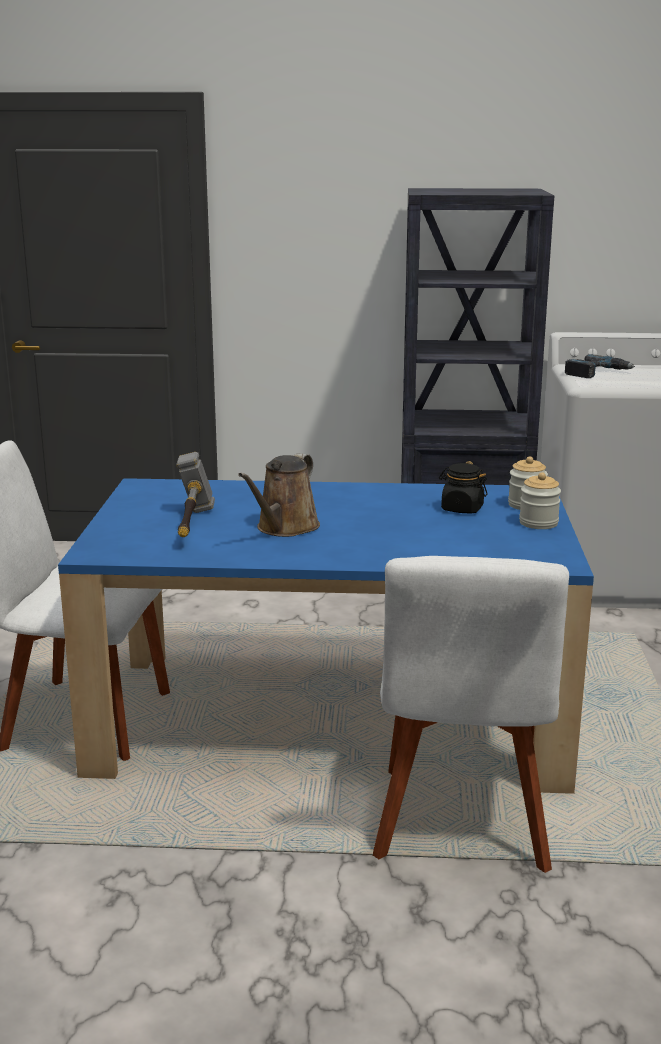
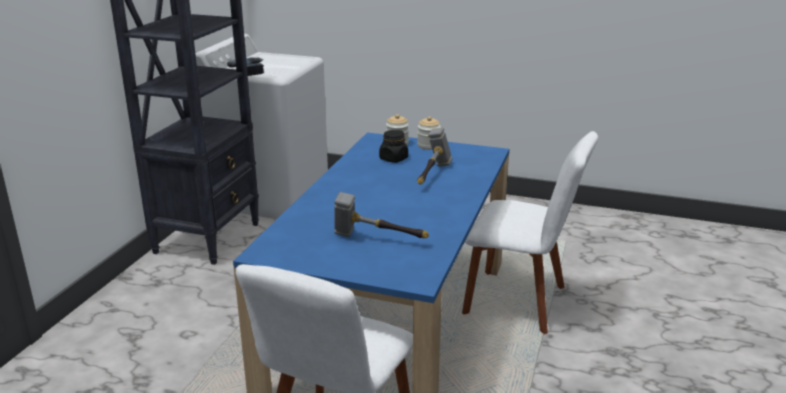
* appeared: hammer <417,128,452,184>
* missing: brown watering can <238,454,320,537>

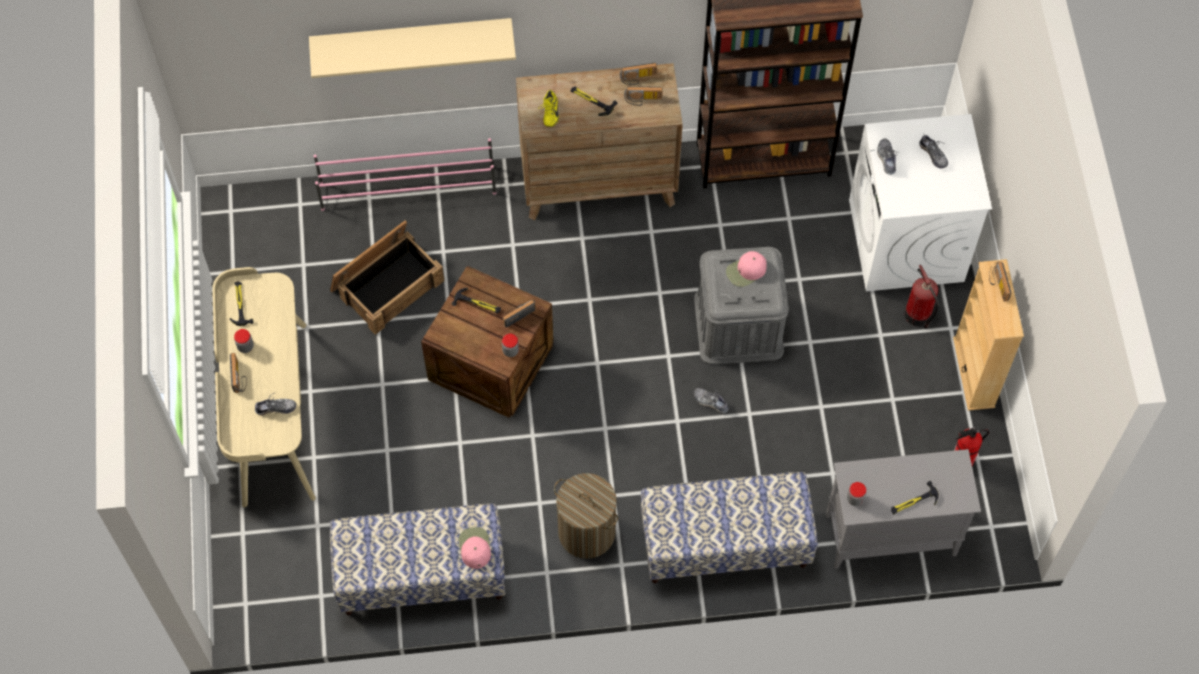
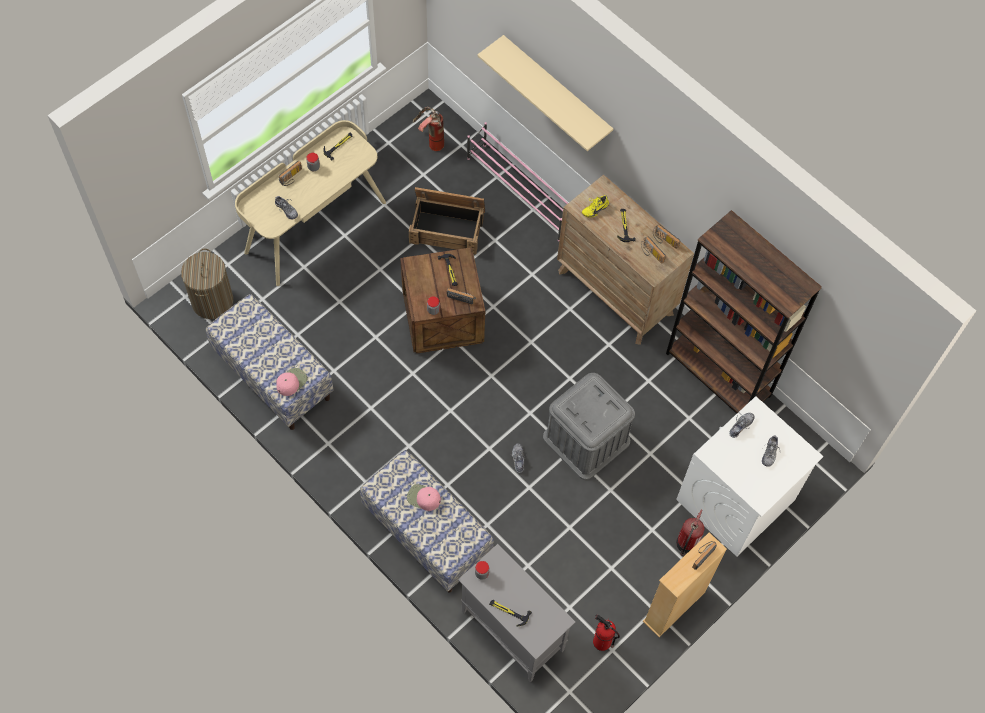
* relocated: laundry basket <554,473,618,559> to <181,248,233,319>
* relocated: pink cap <726,251,767,287> to <407,484,441,511>
* appeared: fire extinguisher <413,107,444,151>

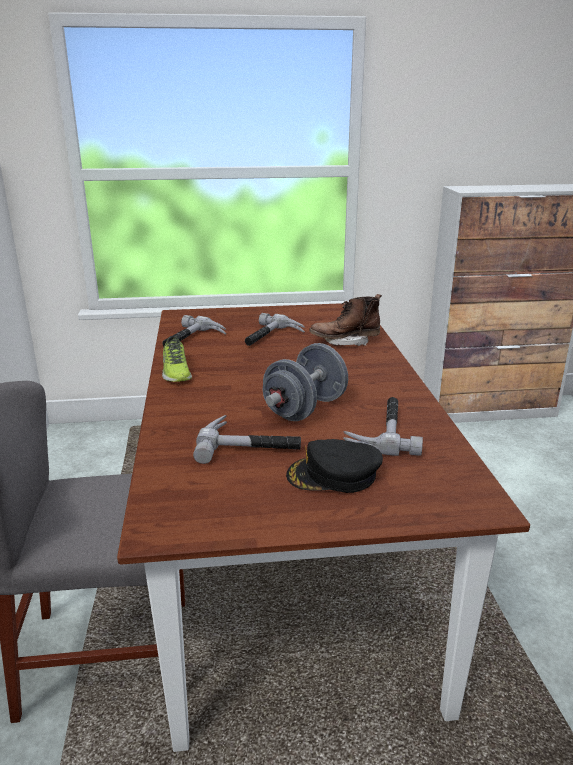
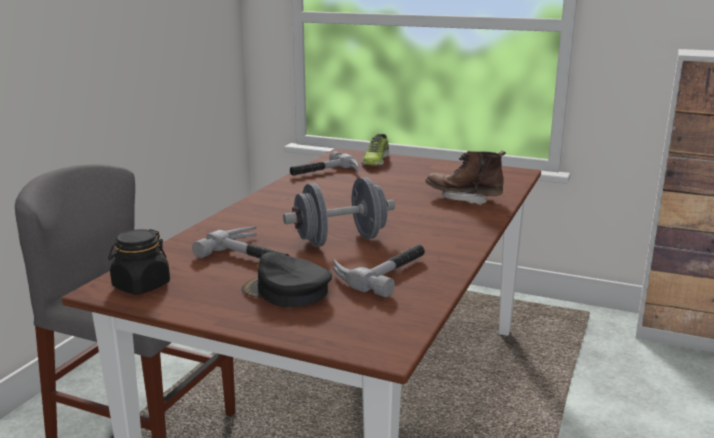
* appeared: black jar <108,229,170,295>
* relocated: shoe <162,336,192,382> to <361,134,389,166>
* missing: hammer <245,313,305,346>

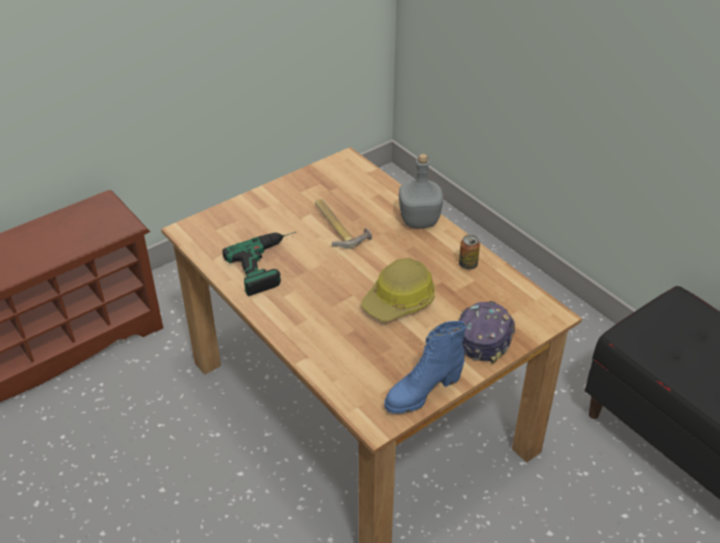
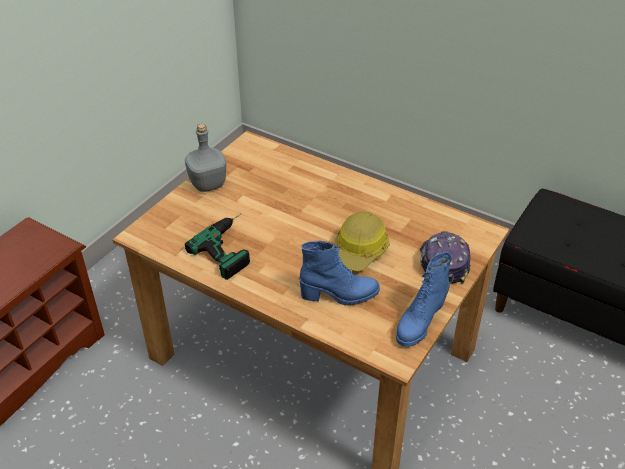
* relocated: grey bottle <399,154,443,228> to <185,124,226,192>
* appeared: blue boot <300,240,380,306>
* missing: hammer <315,199,372,249>
* missing: can <459,235,480,270>

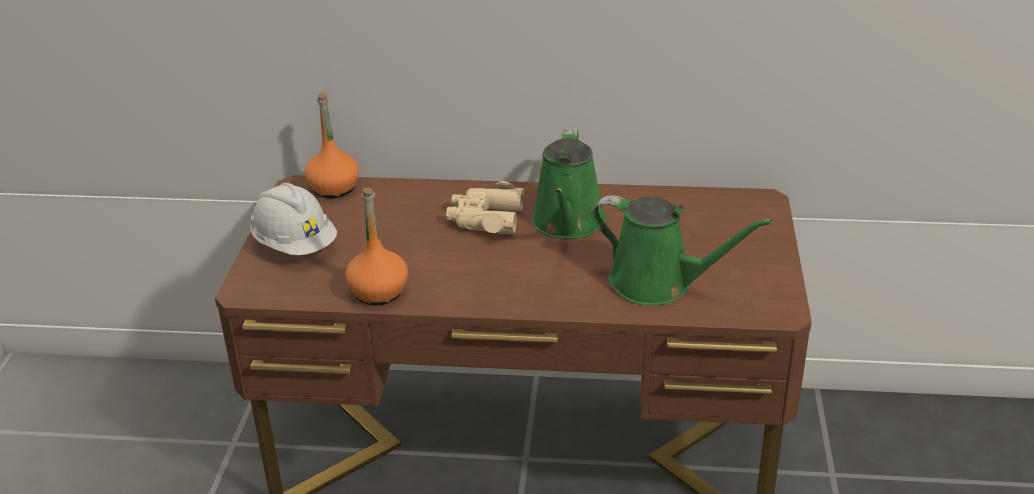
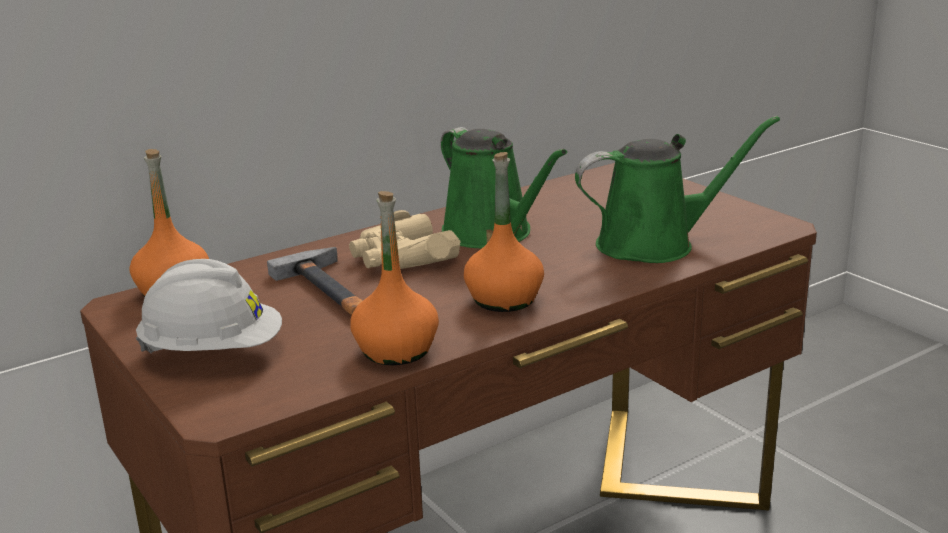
* appeared: hammer <267,247,363,315>
* appeared: orange bottle <464,152,544,312>

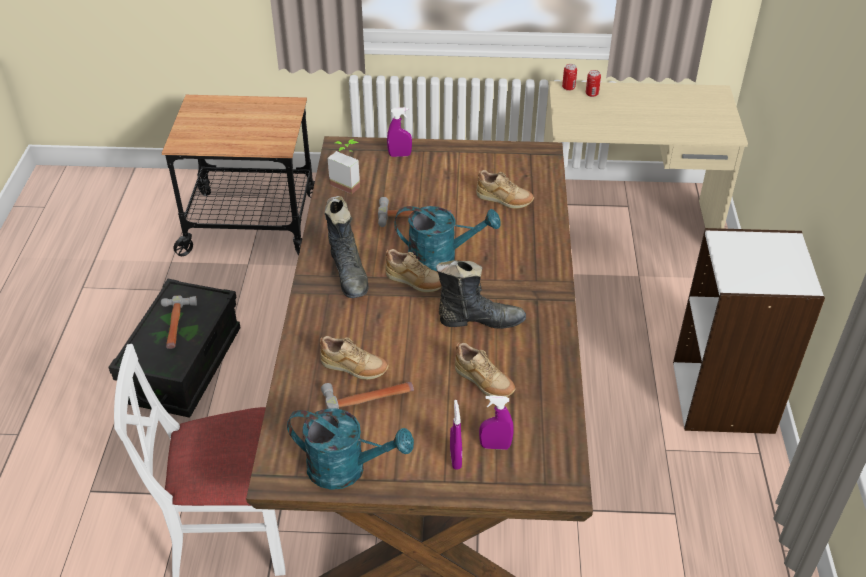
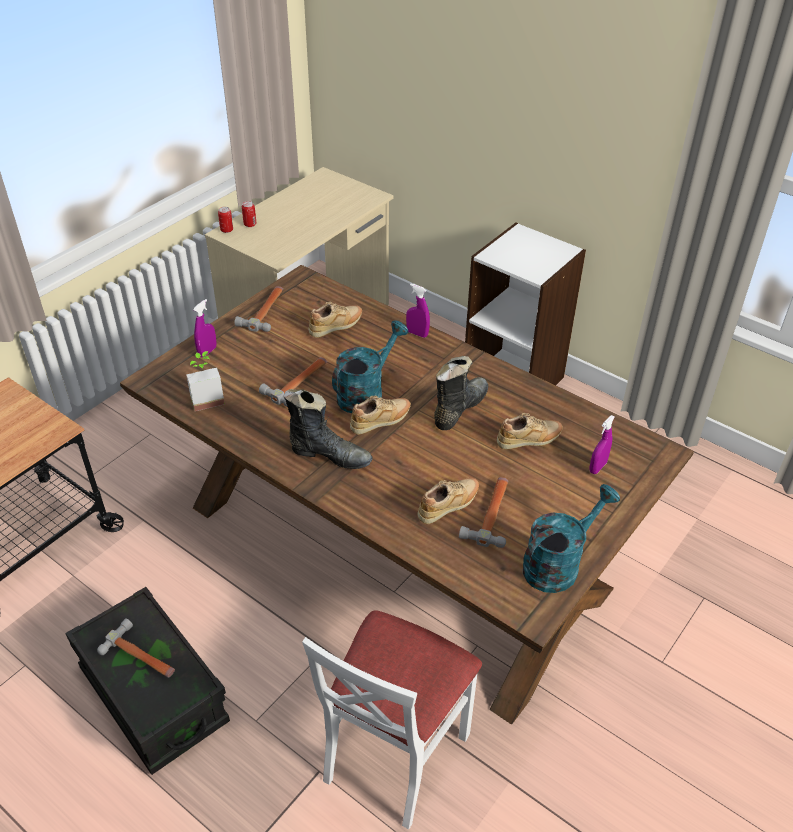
* appeared: hammer <235,286,283,332>
* relocated: purple spray bottle <450,400,462,470> to <406,283,430,338>

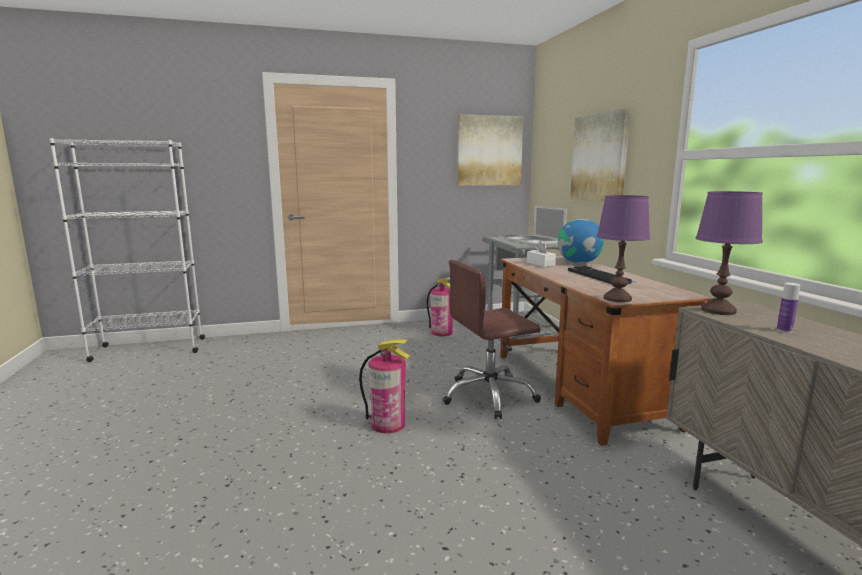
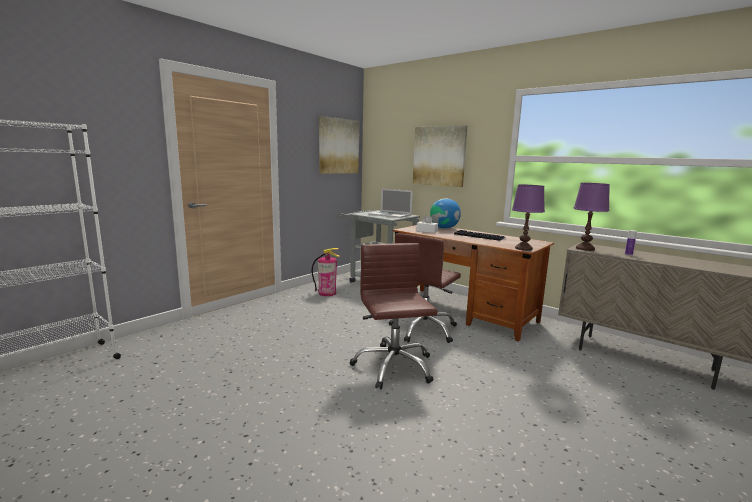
* exchanged: fire extinguisher <359,340,410,433> to brown office chair <350,243,438,389>

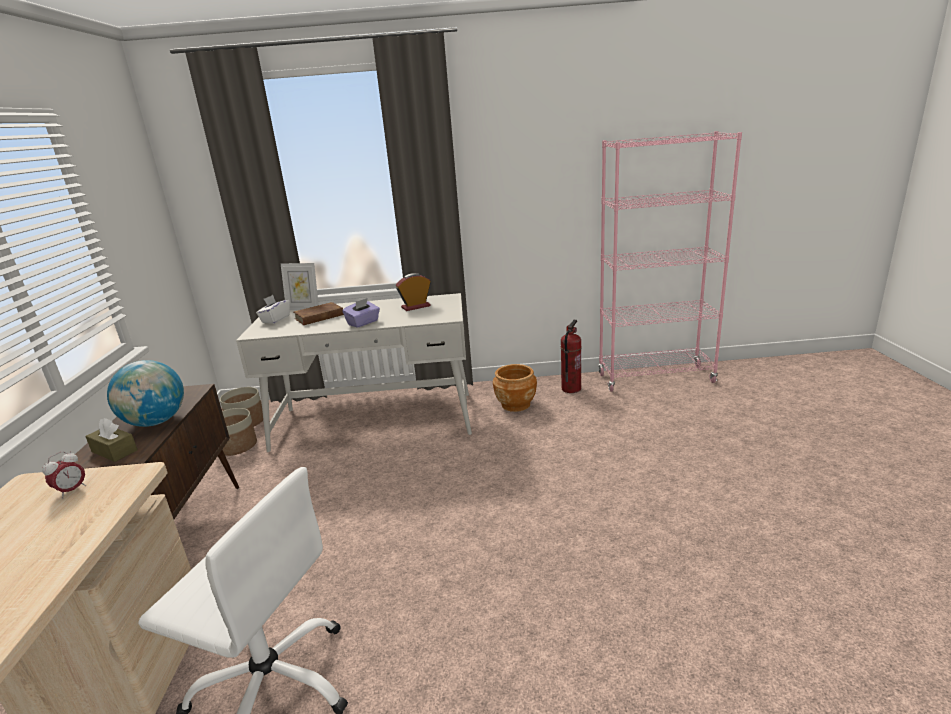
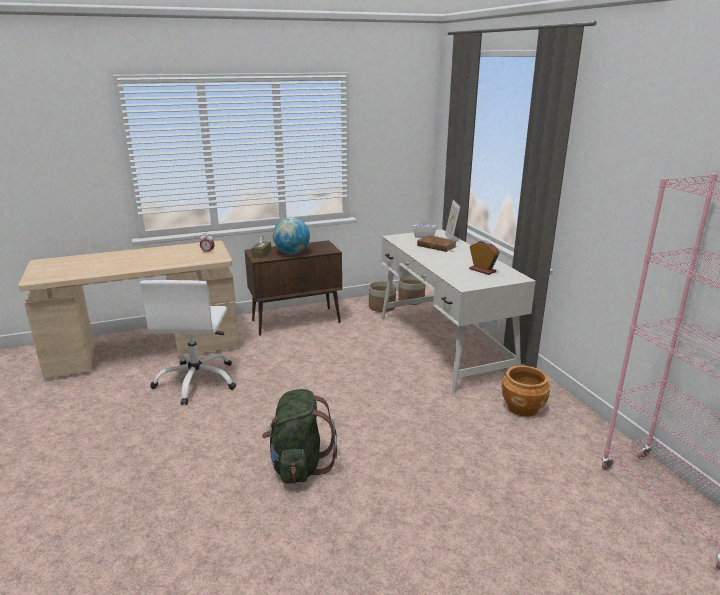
* appeared: green backpack <262,389,337,484>
* missing: purple tissue box <342,298,380,328>
* missing: fire extinguisher <561,320,582,393>

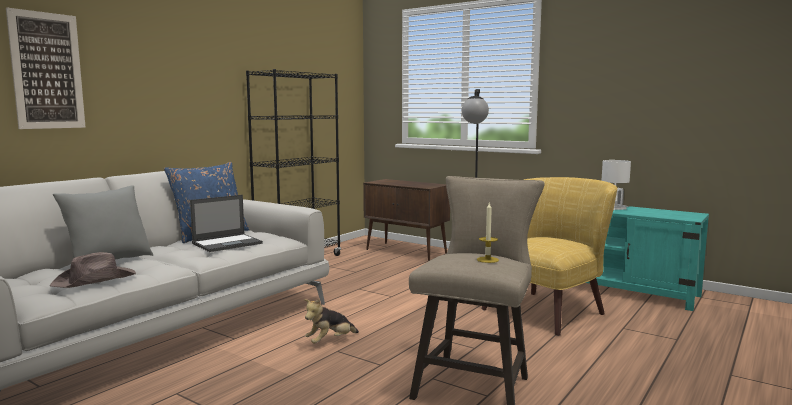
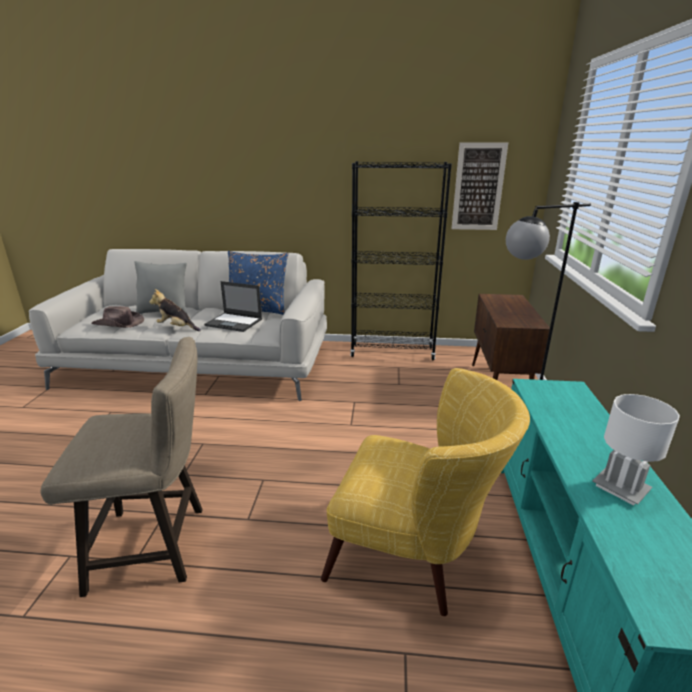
* relocated: plush toy <304,299,359,344> to <149,289,201,331>
* relocated: picture <6,7,85,129> to <452,143,508,230>
* missing: candle <477,203,499,263>

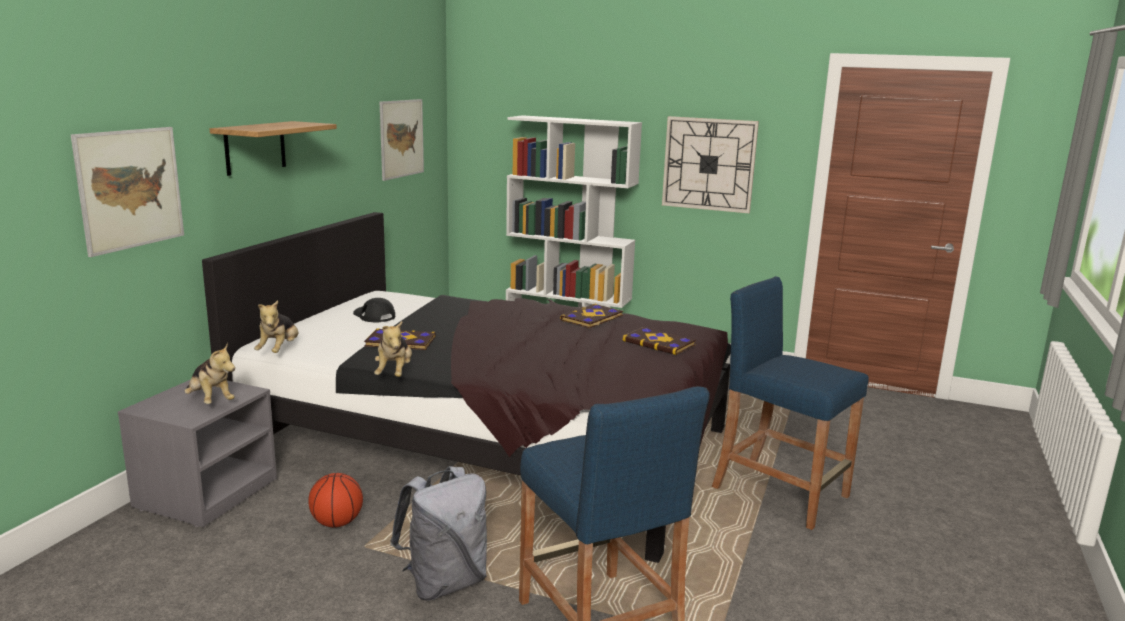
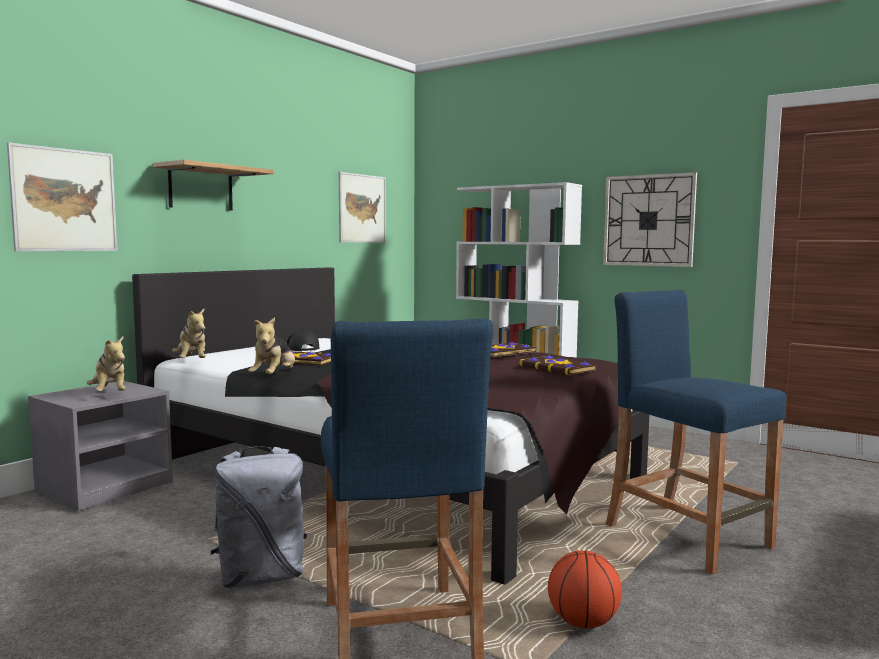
* spun: plush toy <254,301,298,353> = <172,309,206,358> 45 degrees counterclockwise
* relocated: basketball <308,473,363,528> to <548,550,622,629>

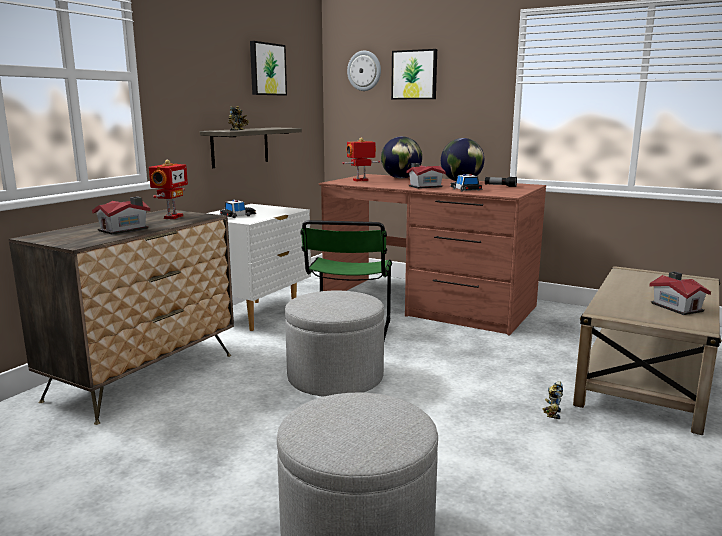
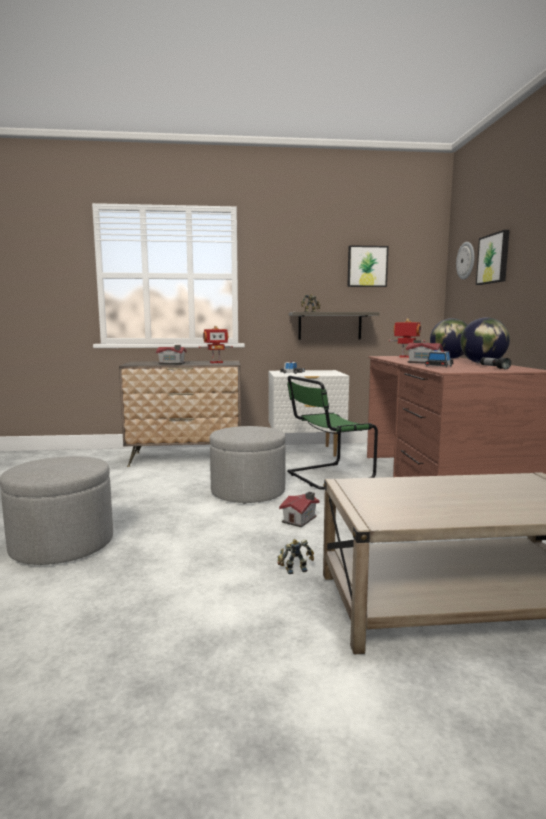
* relocated: toy house <649,272,711,315> to <279,492,320,527>

